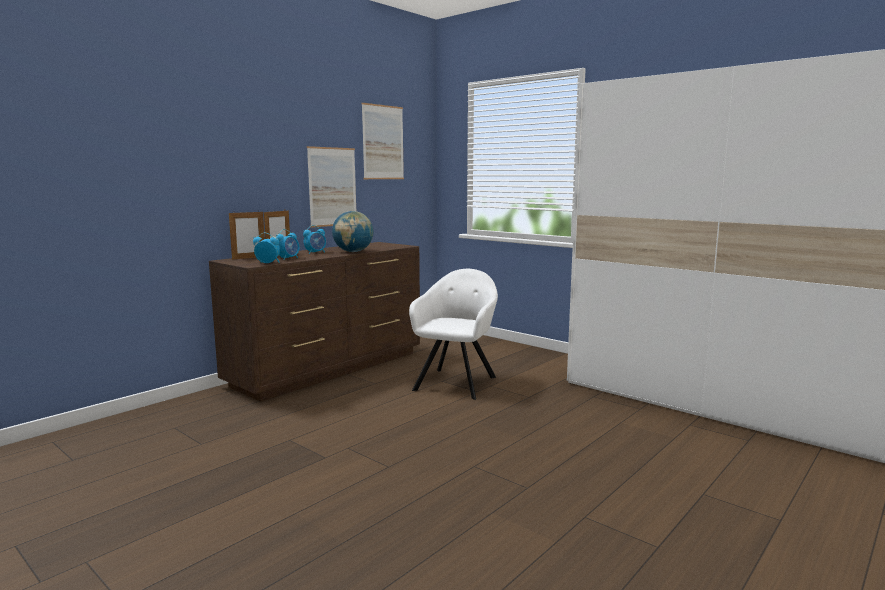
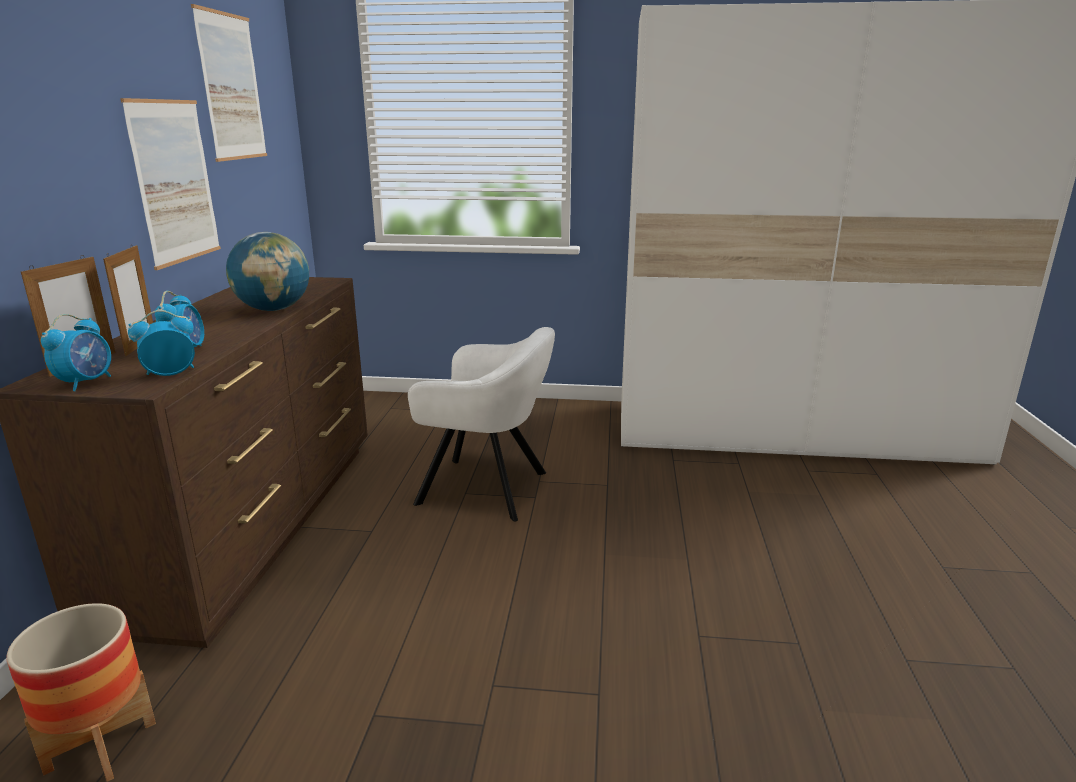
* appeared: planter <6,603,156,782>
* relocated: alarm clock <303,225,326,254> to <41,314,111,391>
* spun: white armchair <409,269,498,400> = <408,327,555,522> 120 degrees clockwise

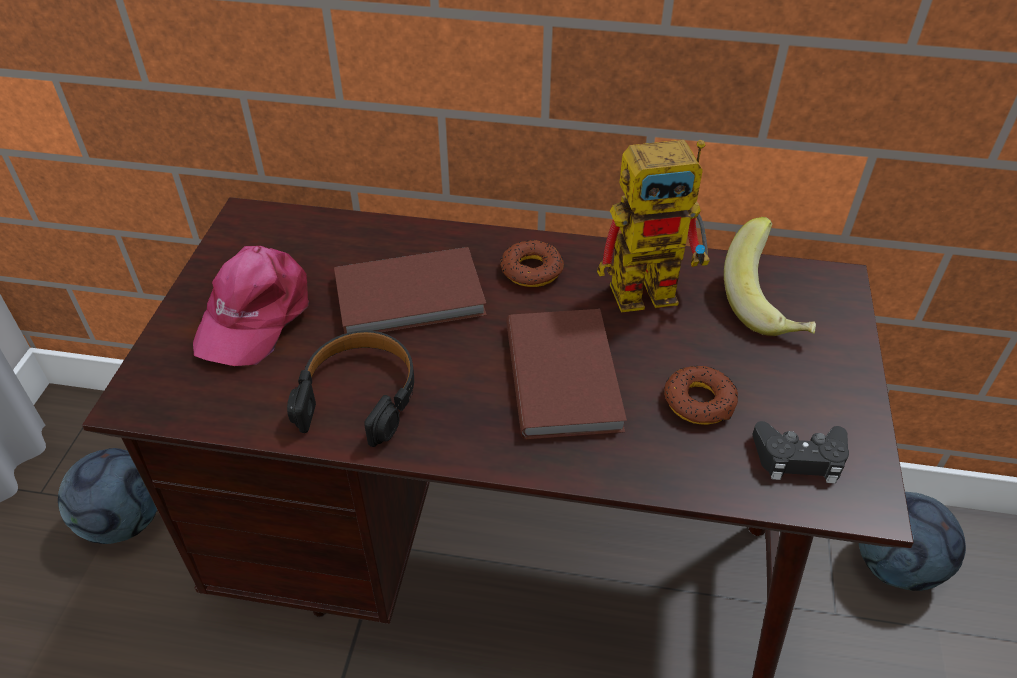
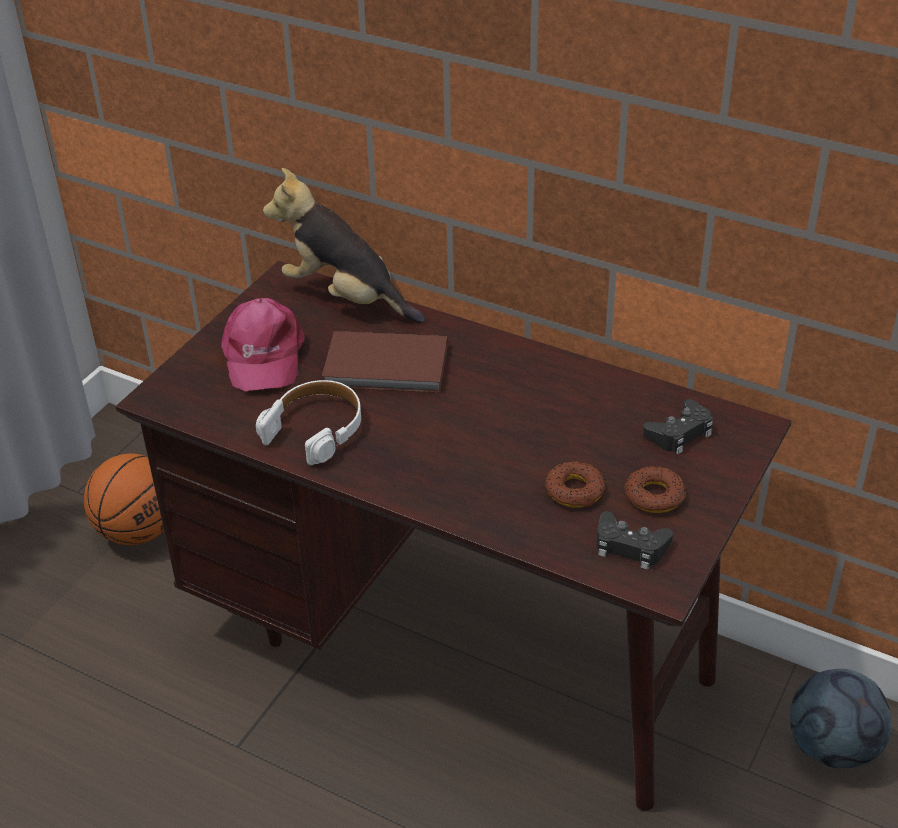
* exchanged: football <58,448,157,544> to basketball <84,454,164,545>
* spun: pink cap <193,246,309,366> = <221,298,305,391> 45 degrees counterclockwise
* colour: black headphones <287,330,414,447> to white headphones <256,380,361,465>
* appeared: plush toy <263,168,425,323>
* relocated: donut <500,240,564,287> to <625,466,686,513>
* exchanged: banana <724,217,816,336> to black game controller <643,399,713,454>
* missing: brown book <506,309,627,440>
* missing: toy robot <597,140,710,312>

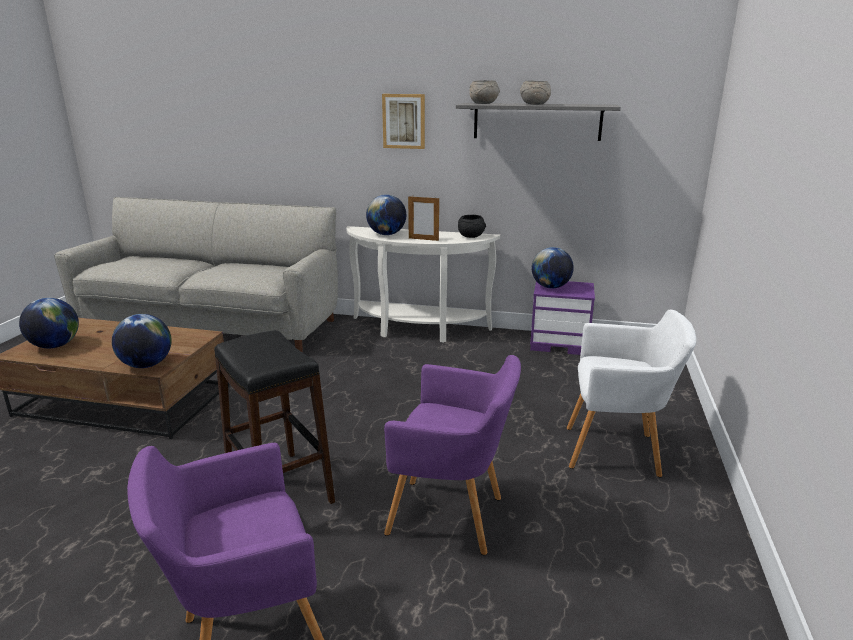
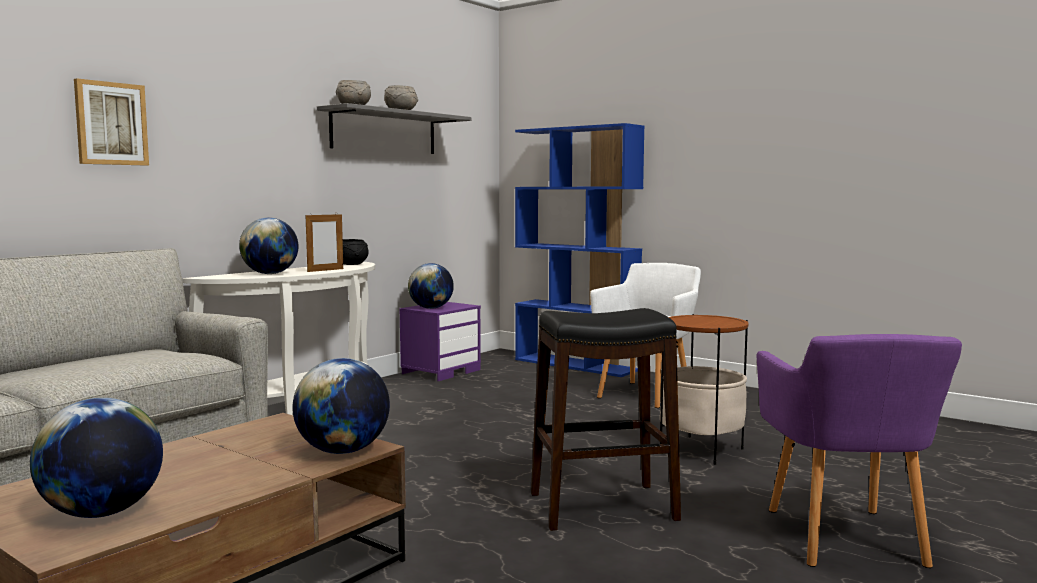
* relocated: picture <382,94,425,149> to <74,78,149,166>
* appeared: blue bookcase <515,123,645,377>
* exchanged: purple armchair <384,355,521,555> to side table <660,314,749,465>

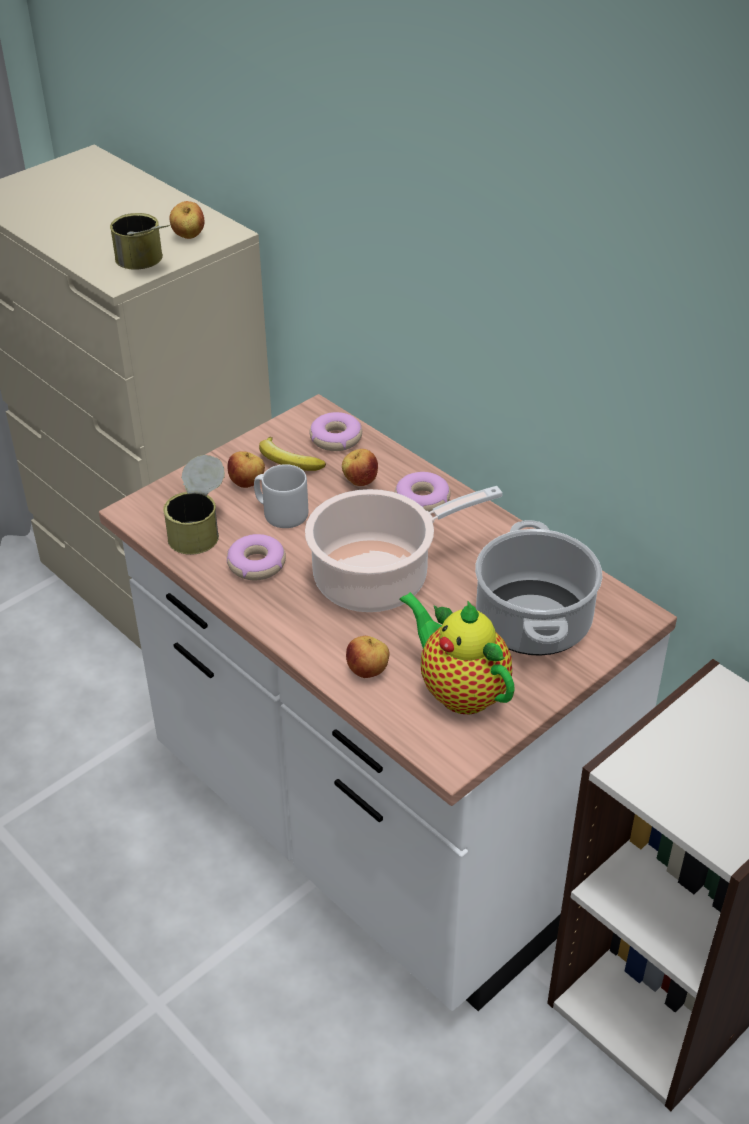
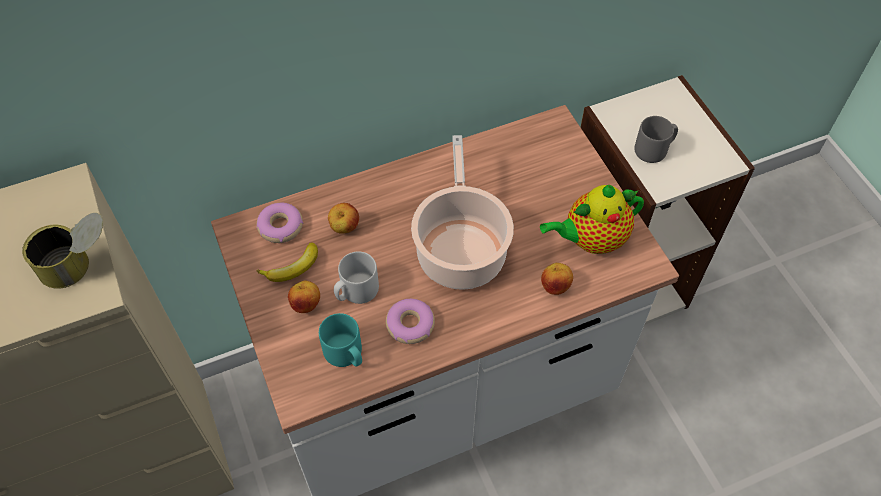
* exchanged: can <163,455,225,555> to turquoise mug <319,313,362,367>
* appeared: grey mug <634,116,678,163>
* missing: apple <170,201,204,239>
* missing: donut <395,472,451,512>
* missing: cooking pot <475,520,602,656>

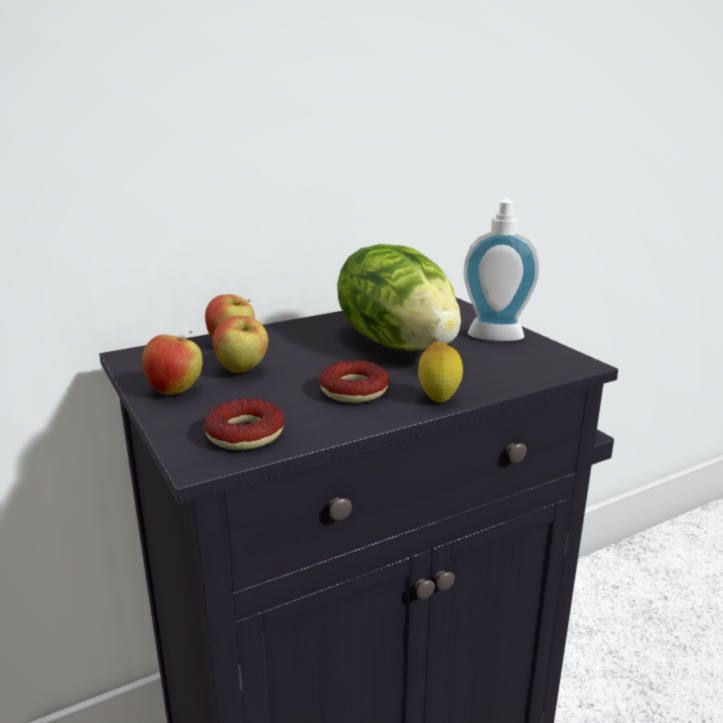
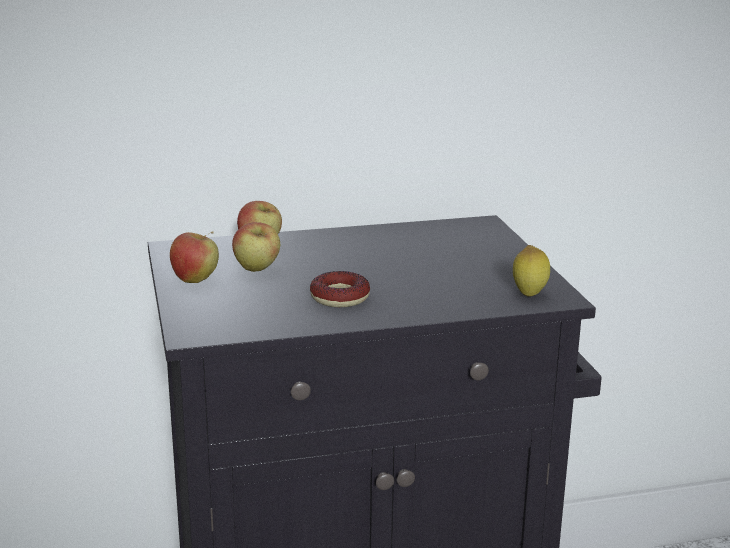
* relocated: lemon <418,341,463,403> to <513,245,550,297>
* missing: donut <204,398,284,450>
* missing: lettuce <337,244,461,351>
* missing: soap dispenser <464,197,539,341>

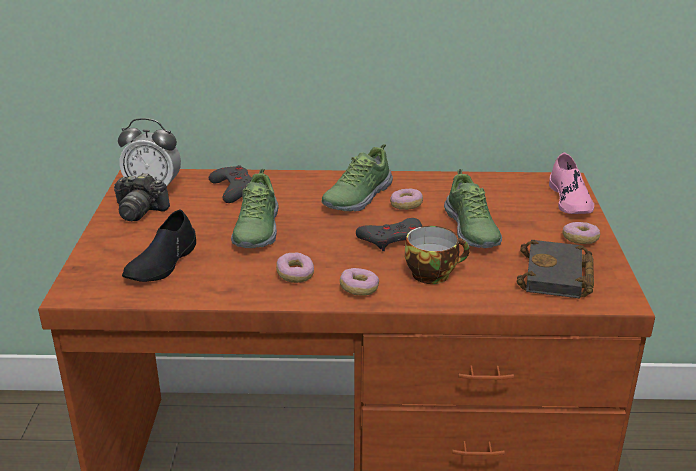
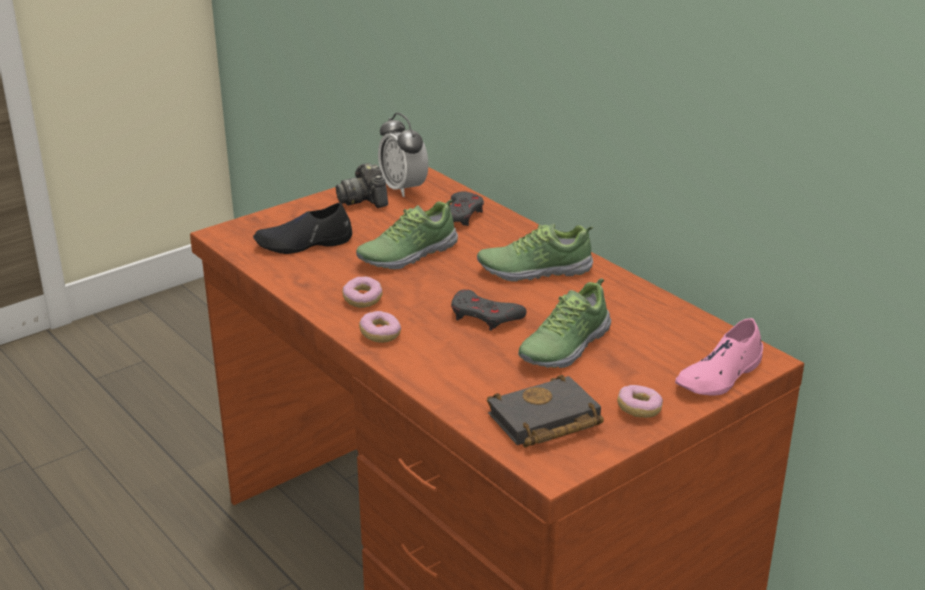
* missing: donut <390,188,423,210>
* missing: cup <405,226,470,284>

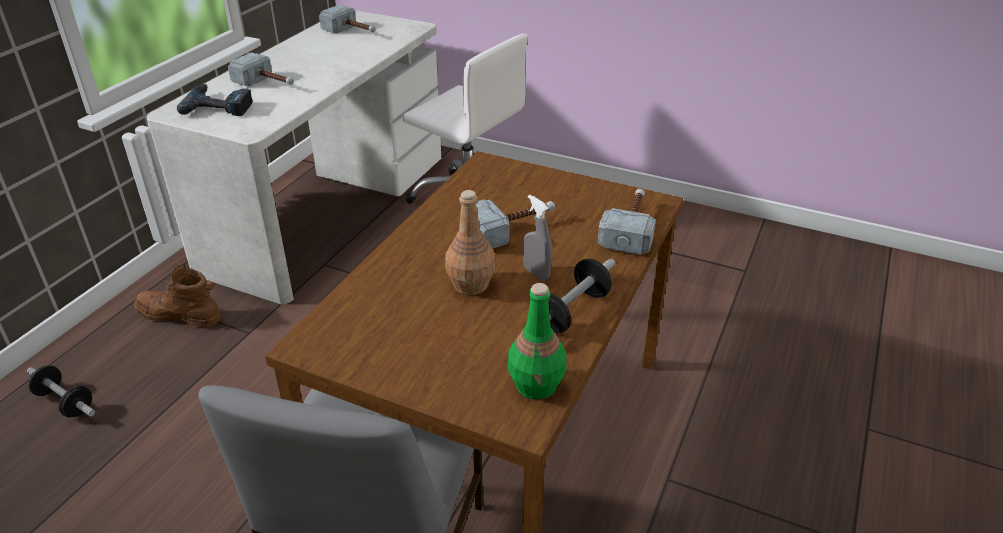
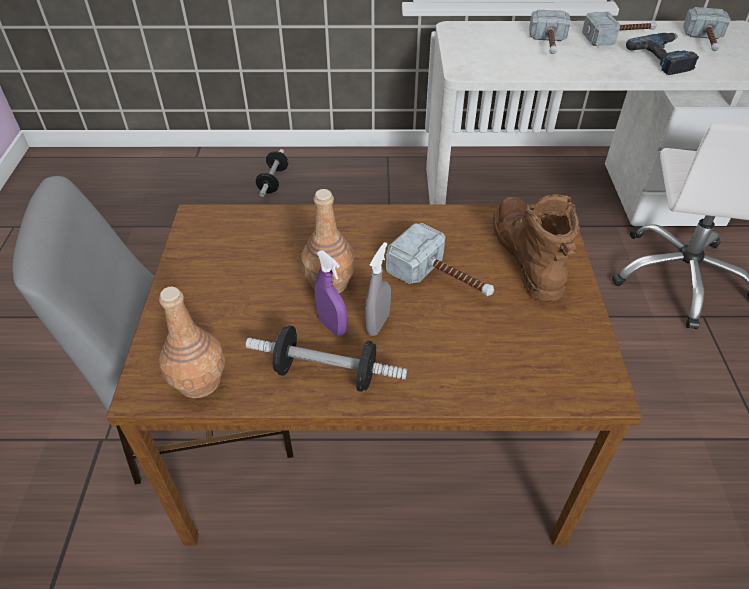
* colour: green bottle <508,283,566,400> to brown bottle <159,287,225,398>
* appeared: purple spray bottle <315,250,347,336>
* relocated: brown boot <134,264,221,327> to <493,194,580,302>
* relocated: hammer <597,189,656,255> to <582,12,657,46>
* relocated: power drill <177,84,253,116> to <626,33,699,75>

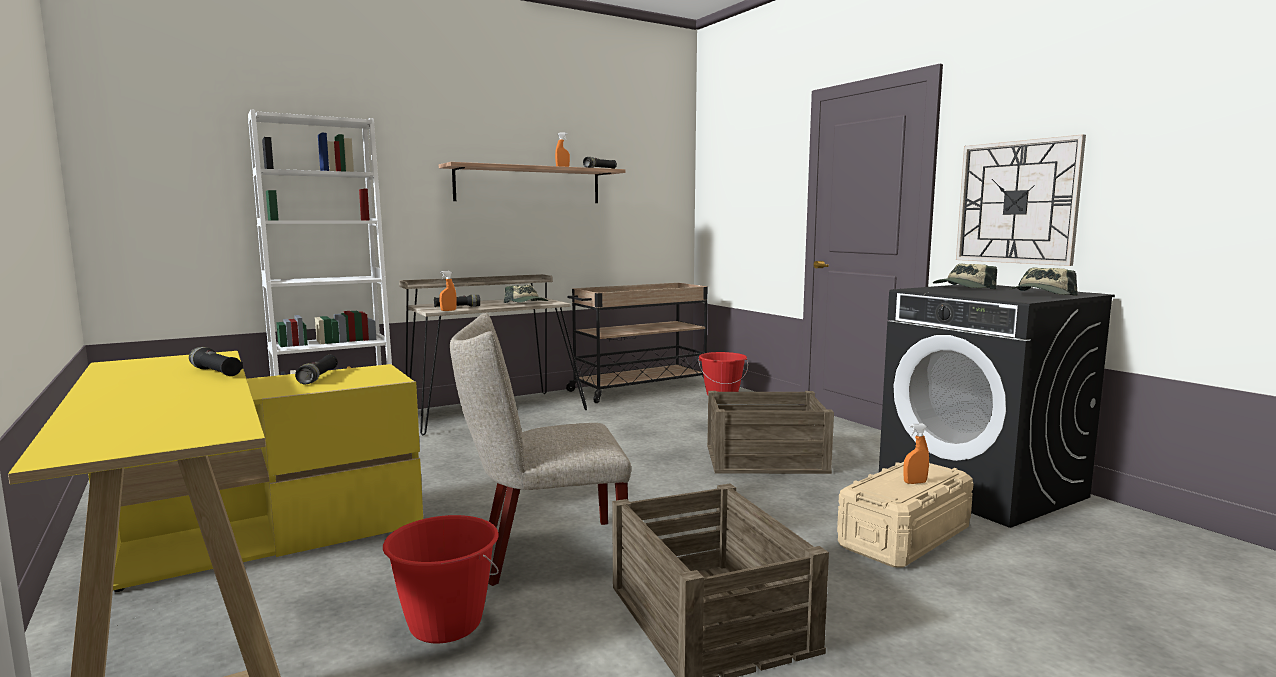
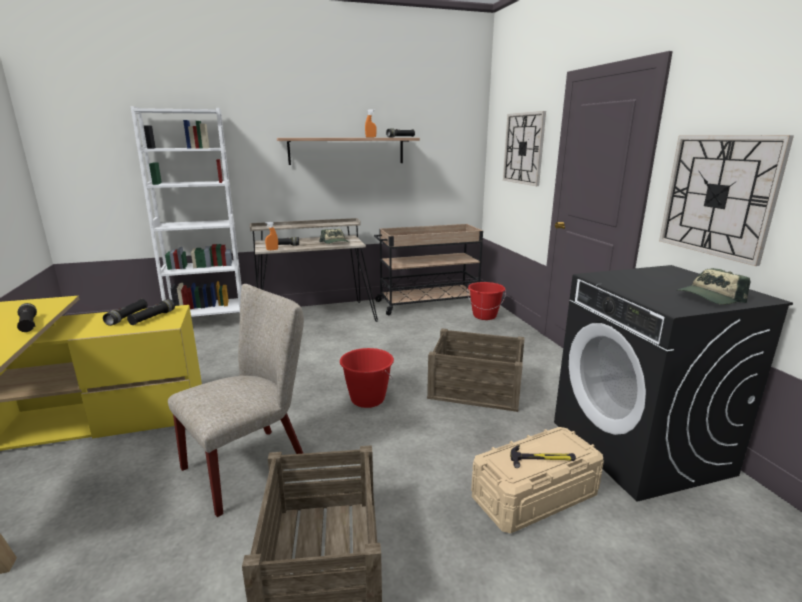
* appeared: black flashlight <127,299,175,325>
* spun: beige chair <450,313,631,586> = <168,284,304,517> 135 degrees clockwise
* relocated: red bucket <383,515,499,643> to <340,348,394,408>
* appeared: wall clock <503,111,546,186>
* exchanged: orange spray bottle <903,423,929,484> to hammer <510,445,576,468>
* missing: cap <933,264,997,290>

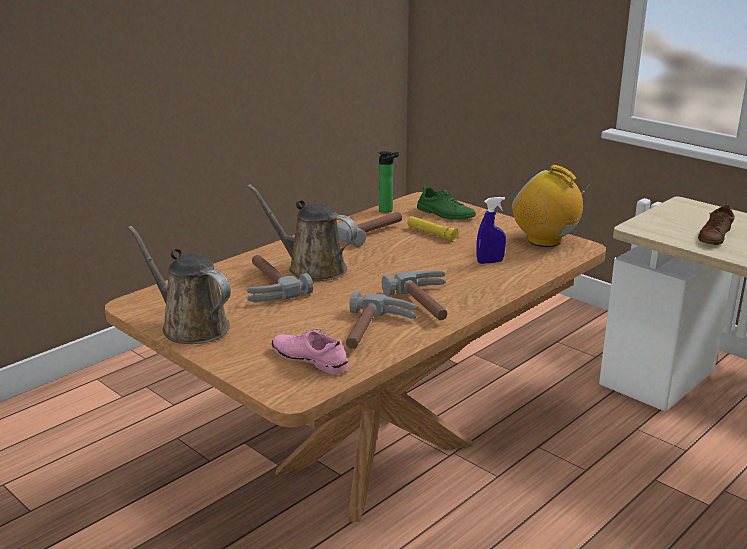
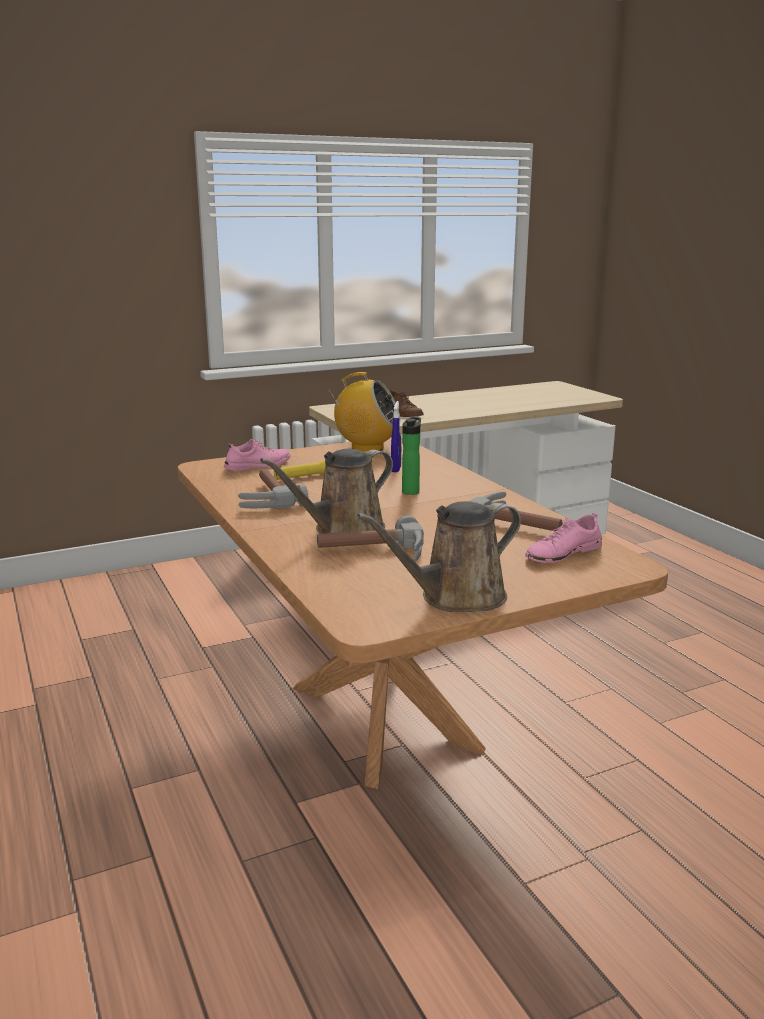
* colour: green shoe <417,186,476,220> to pink shoe <224,439,290,471>
* spun: radio <512,165,593,247> = <328,372,400,452> 135 degrees counterclockwise
* relocated: bottle <378,151,399,213> to <402,417,421,495>
* missing: hammer <382,271,448,320>

